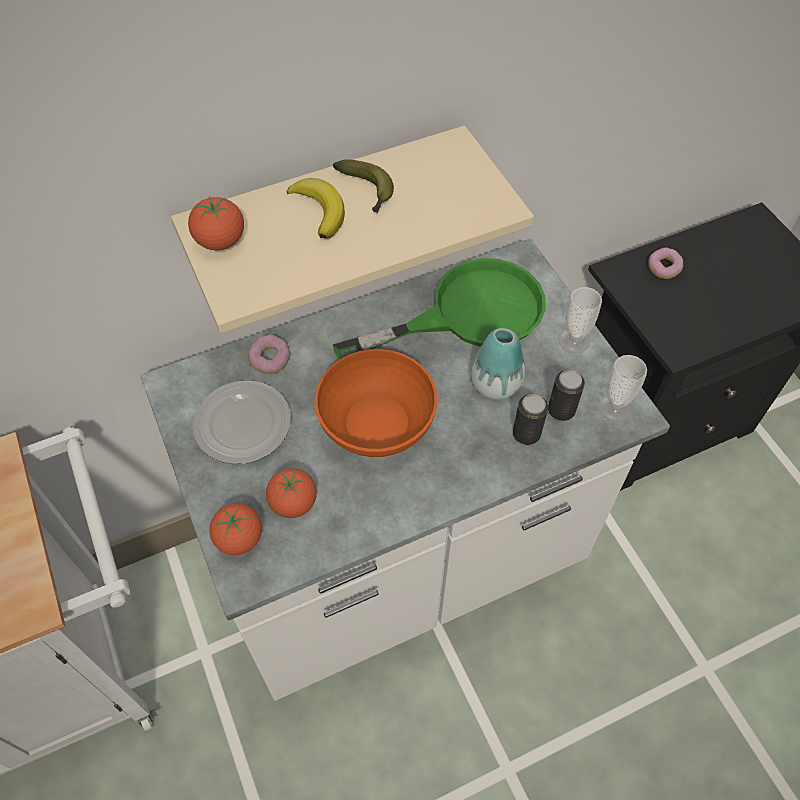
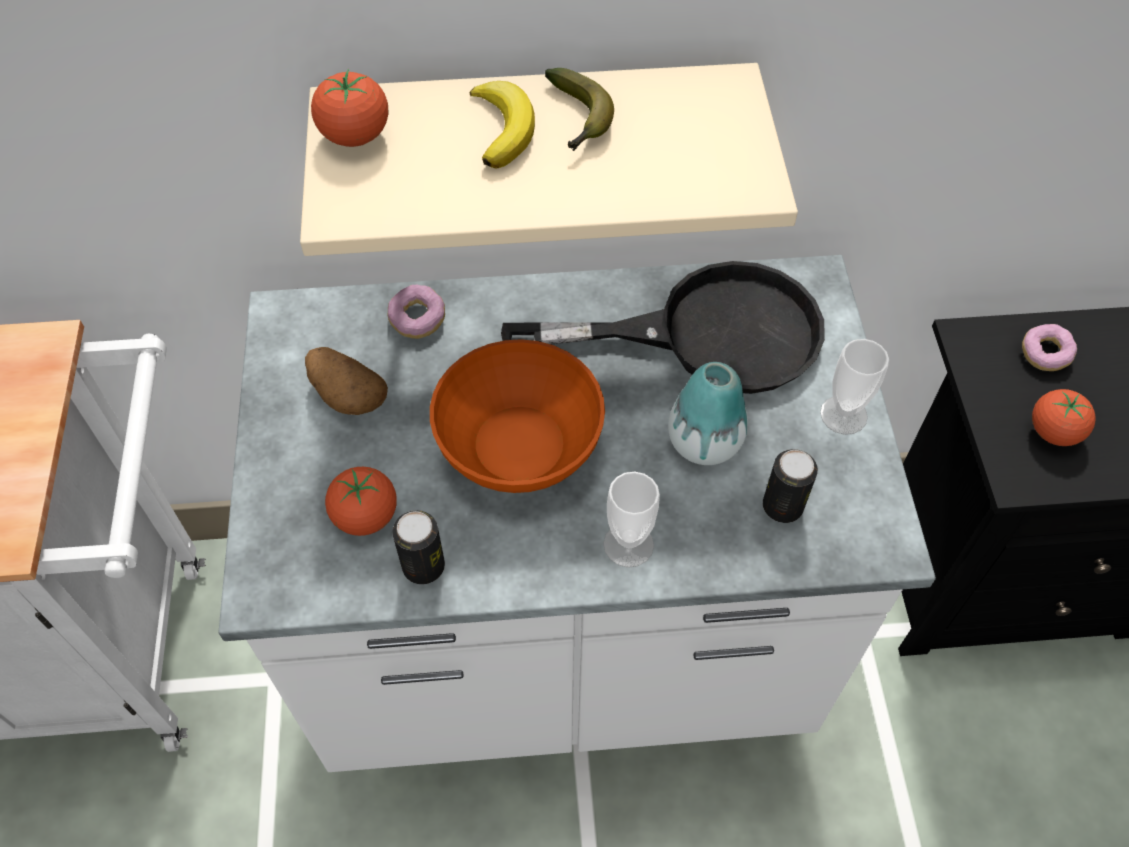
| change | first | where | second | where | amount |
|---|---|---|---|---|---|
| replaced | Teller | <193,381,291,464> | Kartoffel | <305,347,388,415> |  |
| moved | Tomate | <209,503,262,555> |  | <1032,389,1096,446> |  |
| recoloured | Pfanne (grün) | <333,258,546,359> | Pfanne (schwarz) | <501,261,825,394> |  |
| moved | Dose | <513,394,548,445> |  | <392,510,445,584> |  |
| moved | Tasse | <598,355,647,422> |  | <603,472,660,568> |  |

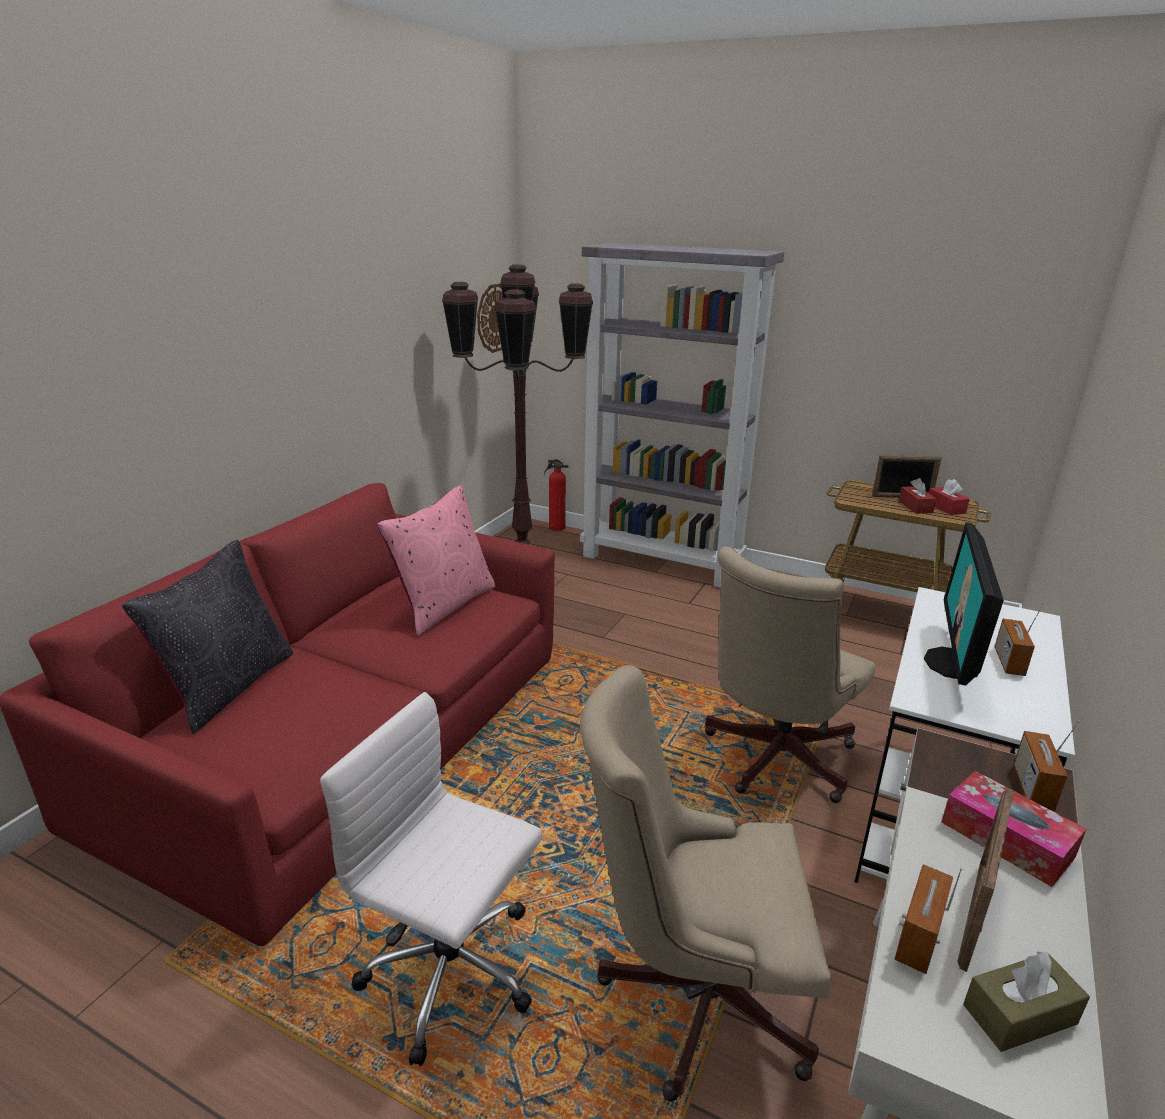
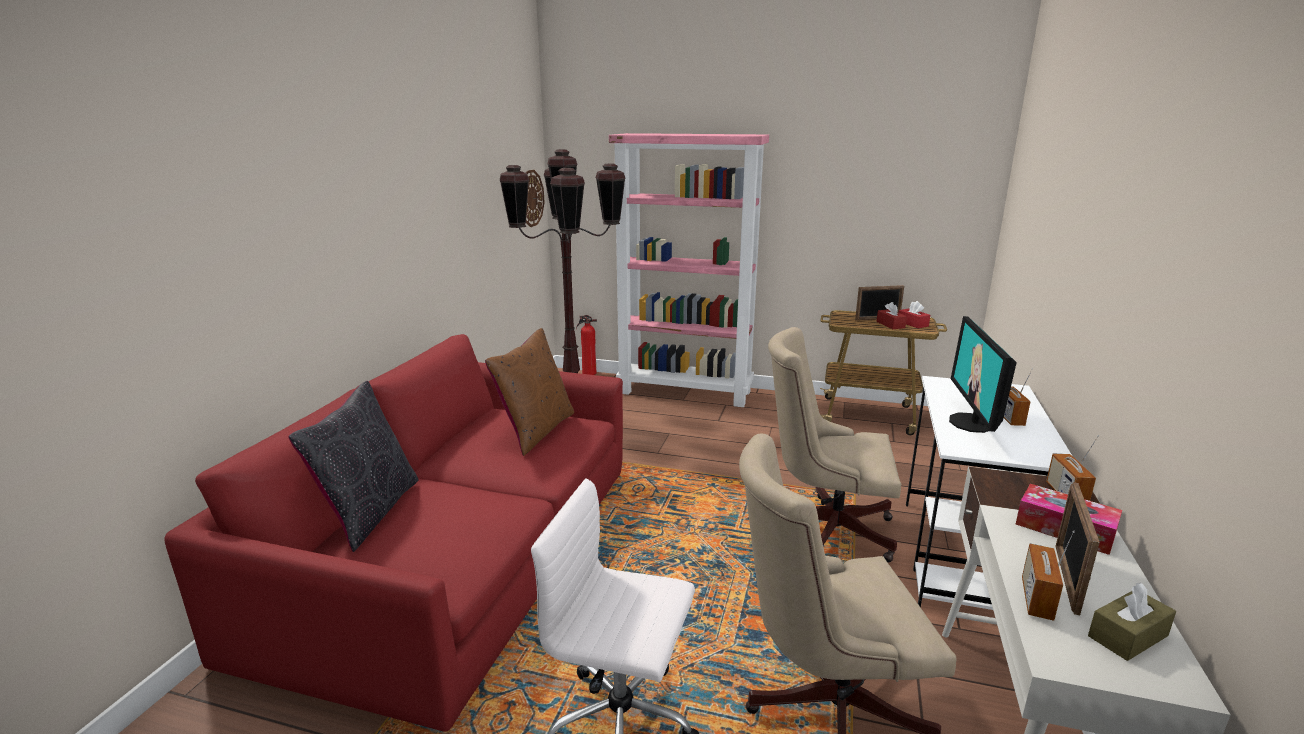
| change | first | where | second | where | amount |
|---|---|---|---|---|---|
| recoloured | Kissen (rosa) | <377,485,496,636> | Kissen (braun) | <485,328,574,456> |  |
| recoloured | Bücherregal (grau) | <580,243,784,588> | Bücherregal (rosa) | <609,133,769,407> |  |
| turned | Bürostuhl (beige) | <705,546,875,803> |  | <768,327,901,562> | 75 degrees clockwise |

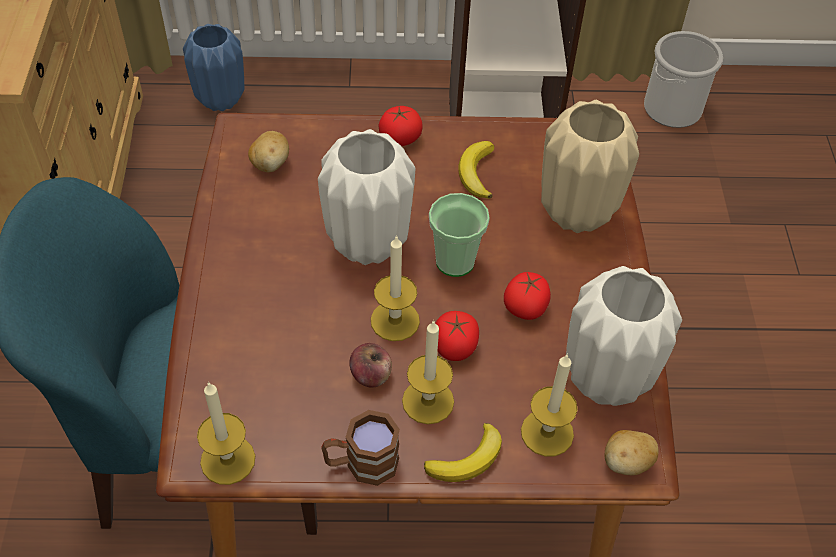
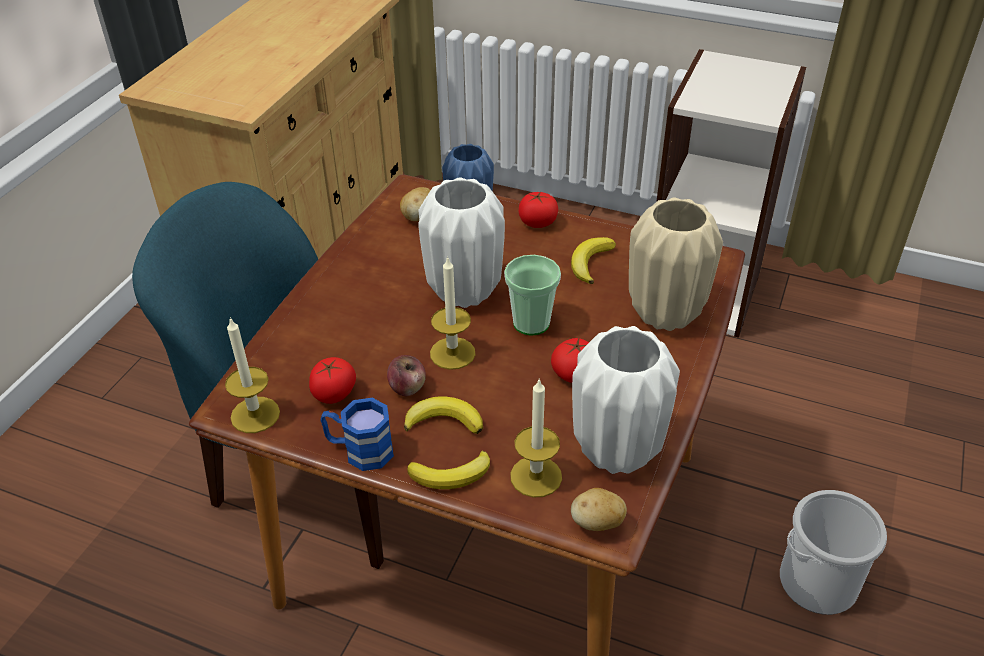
| change | first | where | second | where | amount |
|---|---|---|---|---|---|
| recoloured | Henkelbecher (braun) | <321,410,400,486> | Henkelbecher (blau) | <320,398,394,471> |  |
| replaced | Kerze | <402,320,454,424> | Banane | <404,396,483,434> |  |
| moved | Tomate | <435,311,479,361> |  | <309,357,356,404> |  |
| moved | Eimer | <644,31,723,128> |  | <780,490,887,615> |  |

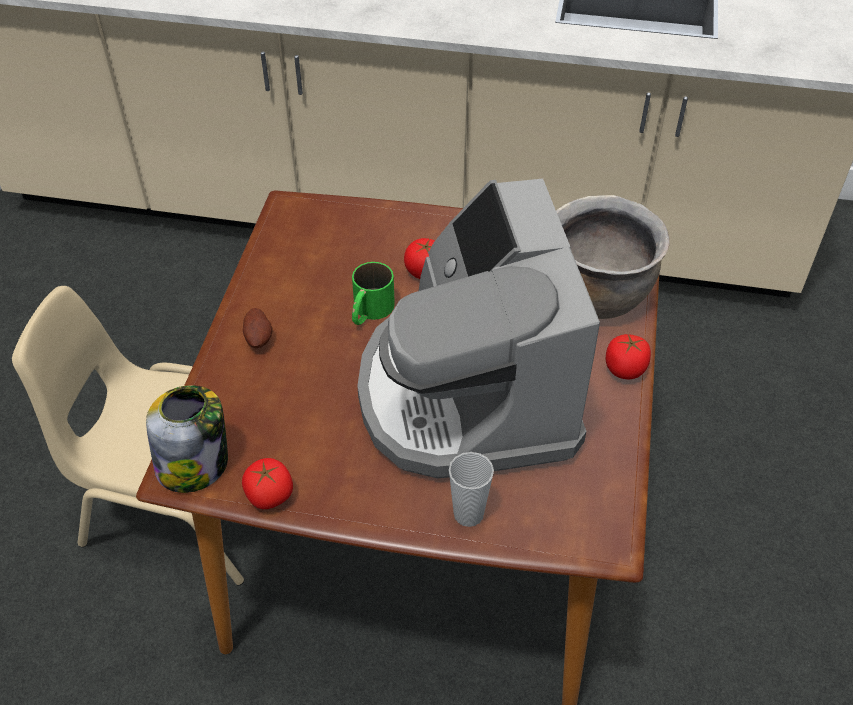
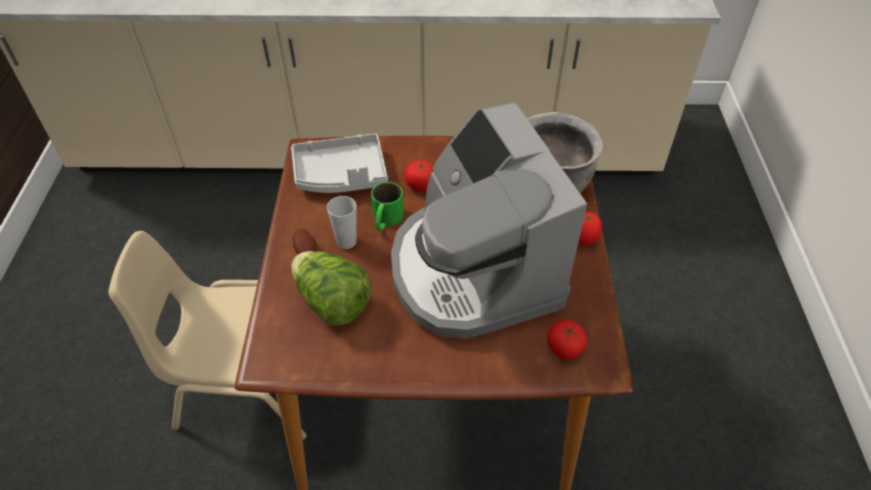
| change | first | where | second | where | amount |
|---|---|---|---|---|---|
| removed | Vorratsglas | <146,385,228,493> |  |  |  |
| moved | Tomate | <242,458,293,509> |  | <547,320,587,359> |  |
| moved | Tasse | <449,452,494,527> |  | <327,196,357,249> |  |
| added |  |  | Tablett (grau) | <291,133,388,193> |  |
| added |  |  | Salatkopf | <291,251,371,326> |  |

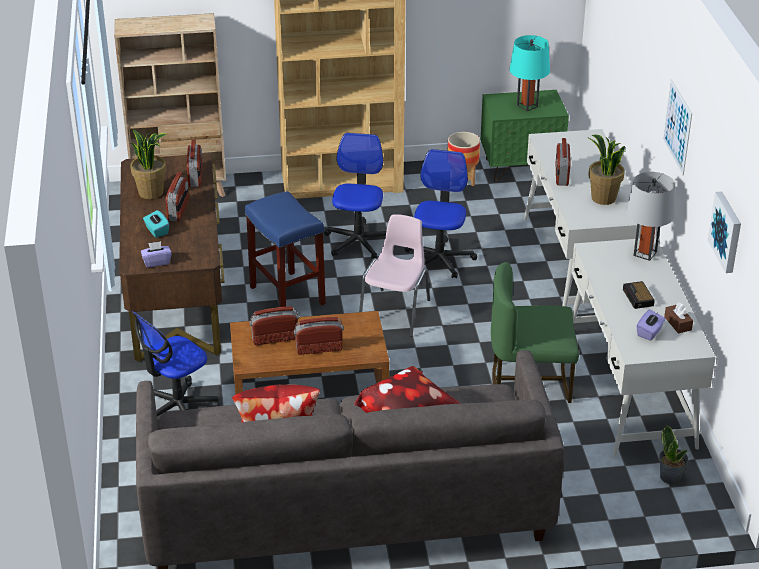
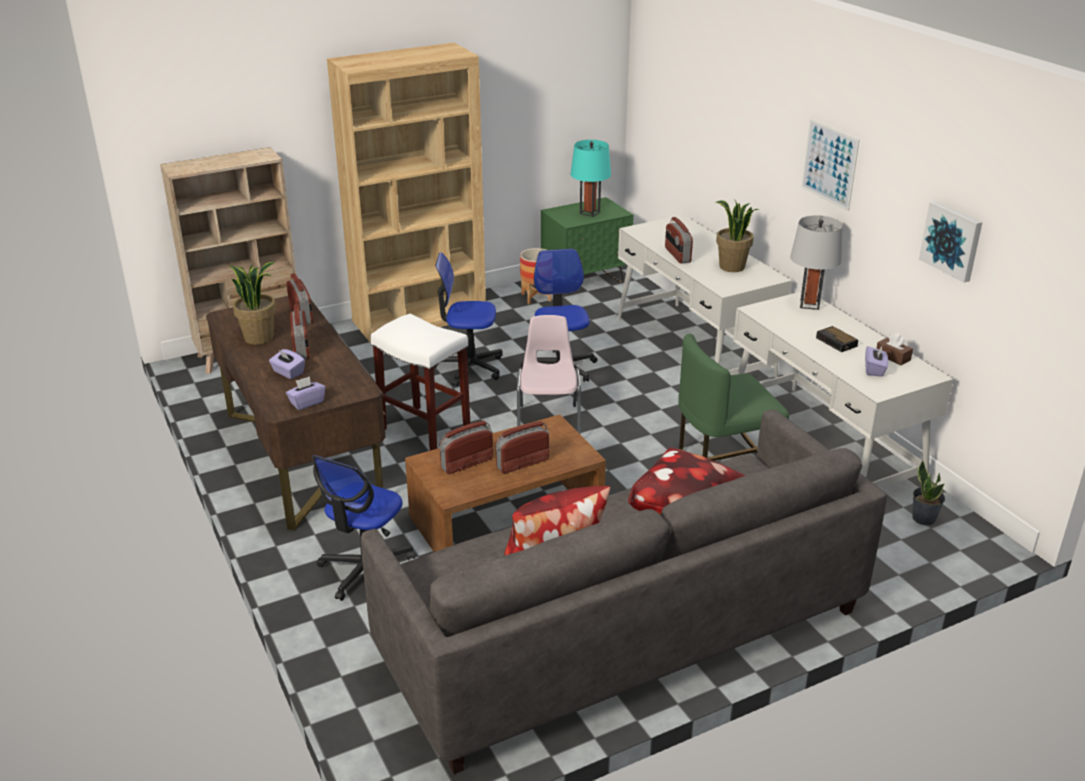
| change | first | where | second | where | amount |
|---|---|---|---|---|---|
| recoloured | Taschentuchbox (türkis) | <143,210,169,238> | Taschentuchbox (lila) | <269,349,305,379> |  |
| recoloured | Hocker (blau) | <245,191,326,307> | Hocker (weiß) | <371,314,470,451> |  |
| turned | Bürostuhl | <324,133,386,259> |  | <434,252,503,386> | 75 degrees counterclockwise |

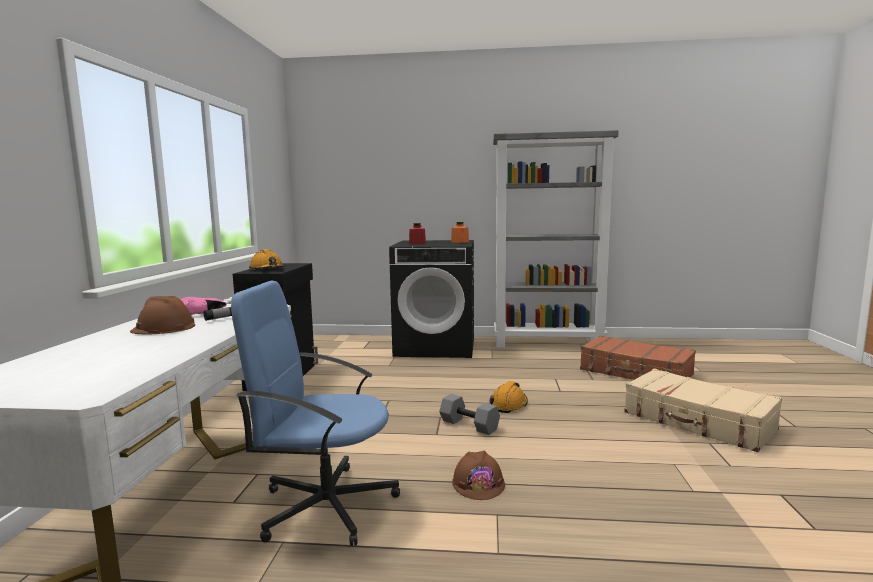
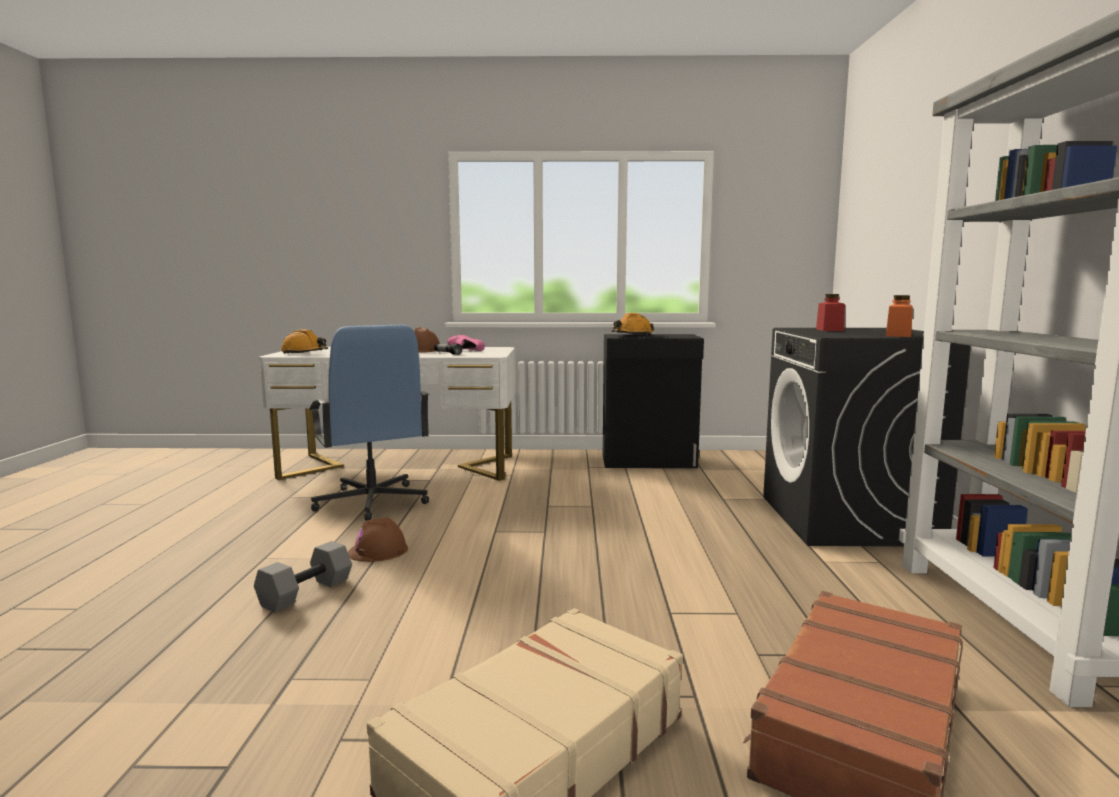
| change | first | where | second | where | amount |
|---|---|---|---|---|---|
| turned | Bürostuhl (blau) | <231,281,400,546> |  | <309,325,429,521> | 150 degrees clockwise |
| moved | Hantel (grau) | <439,394,500,435> |  | <254,541,352,613> |  |
| moved | Schutzhelm (orange) | <489,381,528,413> |  | <281,329,328,354> |  |

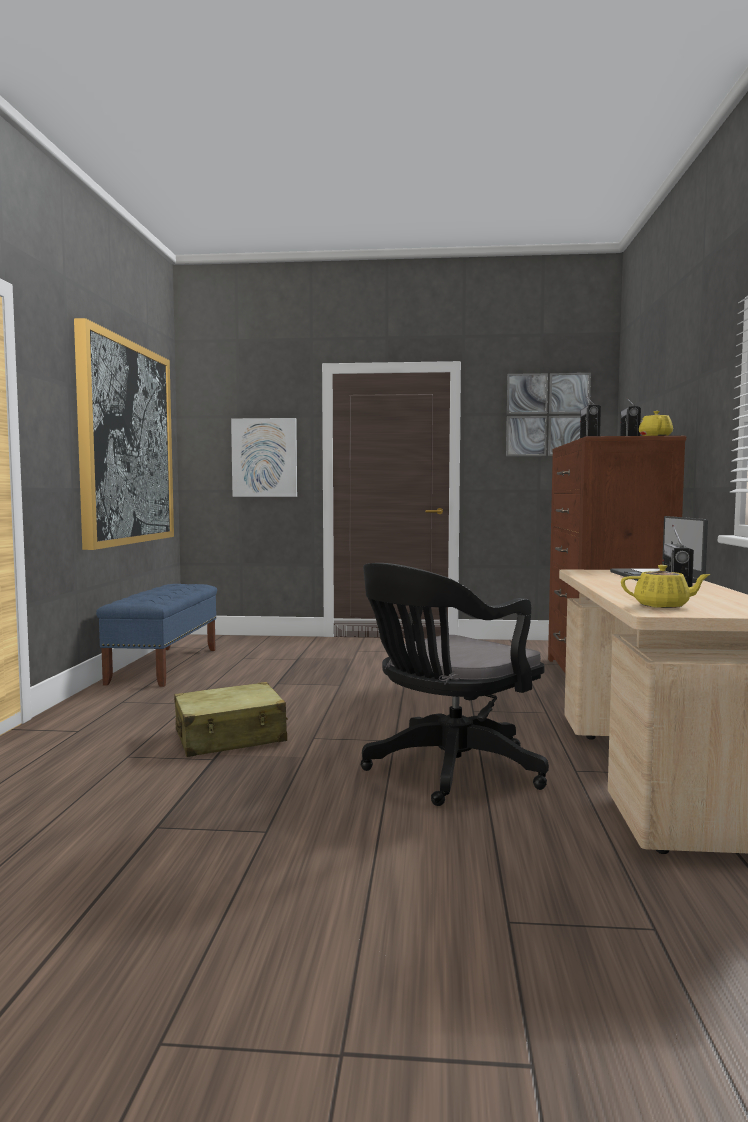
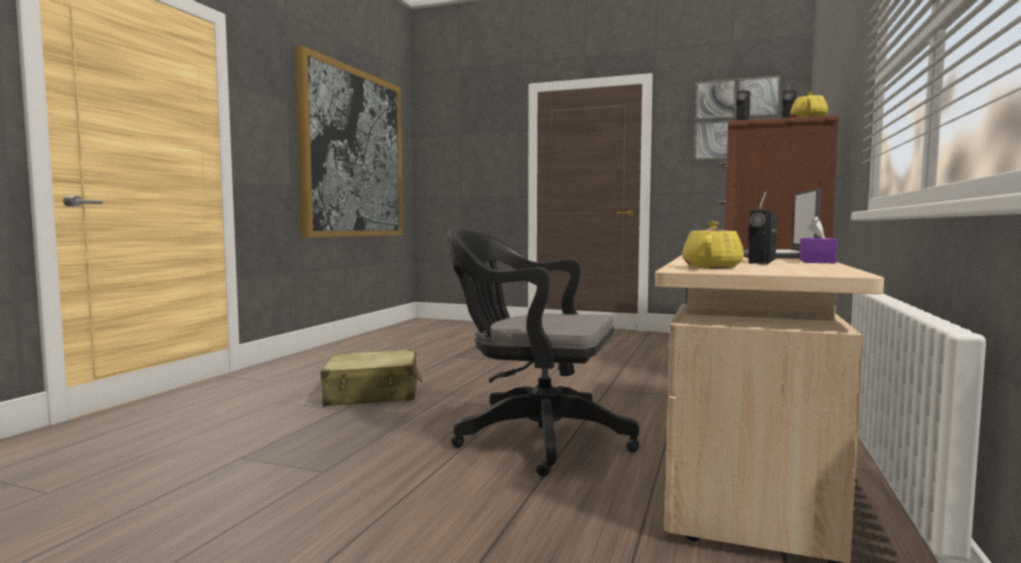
| change | first | where | second | where | amount |
|---|---|---|---|---|---|
| removed | Bank (blau) | <96,584,217,687> |  |  |  |
| removed | Bild | <231,418,297,497> |  |  |  |
| turned | Bürostuhl (schwarz) | <360,563,549,806> |  | <448,228,639,477> | 45 degrees clockwise |
| turned | Teekanne (gelb) | <621,565,711,608> |  | <682,221,744,268> | 90 degrees counterclockwise |
| added |  |  | Taschentuchbox (lila) | <799,216,837,263> |  |

